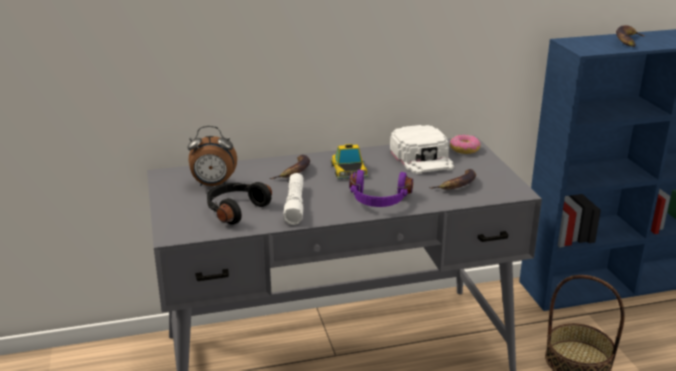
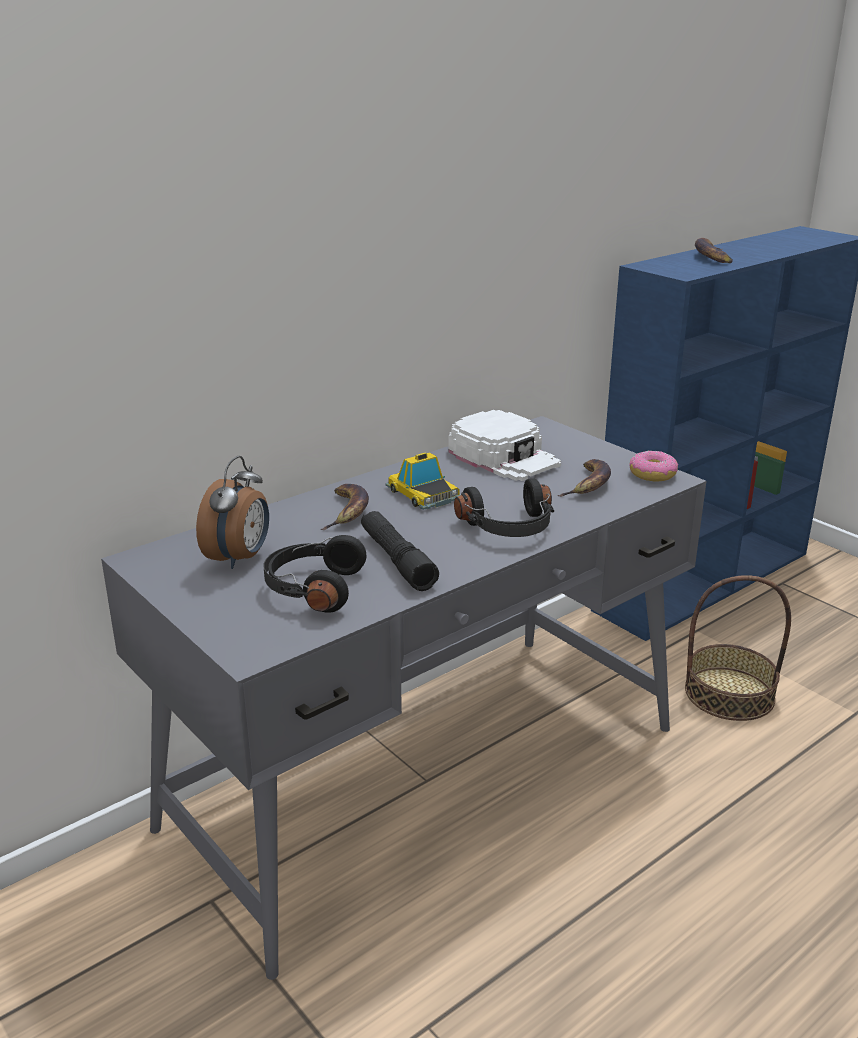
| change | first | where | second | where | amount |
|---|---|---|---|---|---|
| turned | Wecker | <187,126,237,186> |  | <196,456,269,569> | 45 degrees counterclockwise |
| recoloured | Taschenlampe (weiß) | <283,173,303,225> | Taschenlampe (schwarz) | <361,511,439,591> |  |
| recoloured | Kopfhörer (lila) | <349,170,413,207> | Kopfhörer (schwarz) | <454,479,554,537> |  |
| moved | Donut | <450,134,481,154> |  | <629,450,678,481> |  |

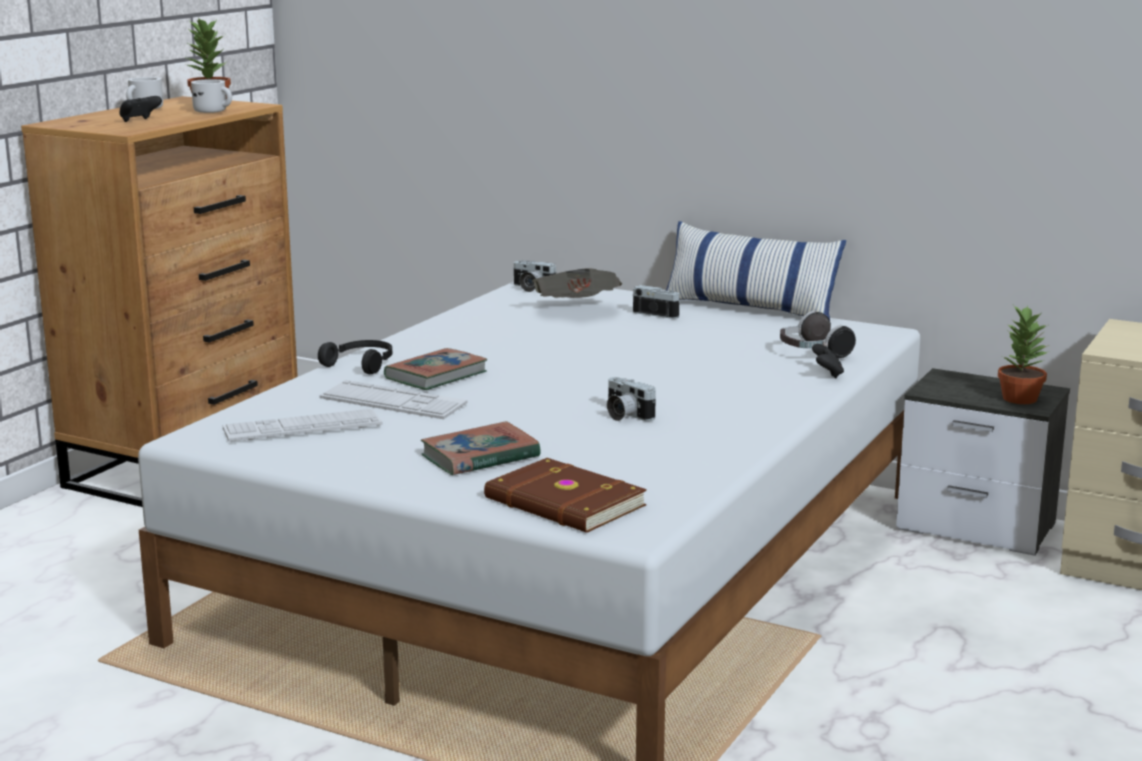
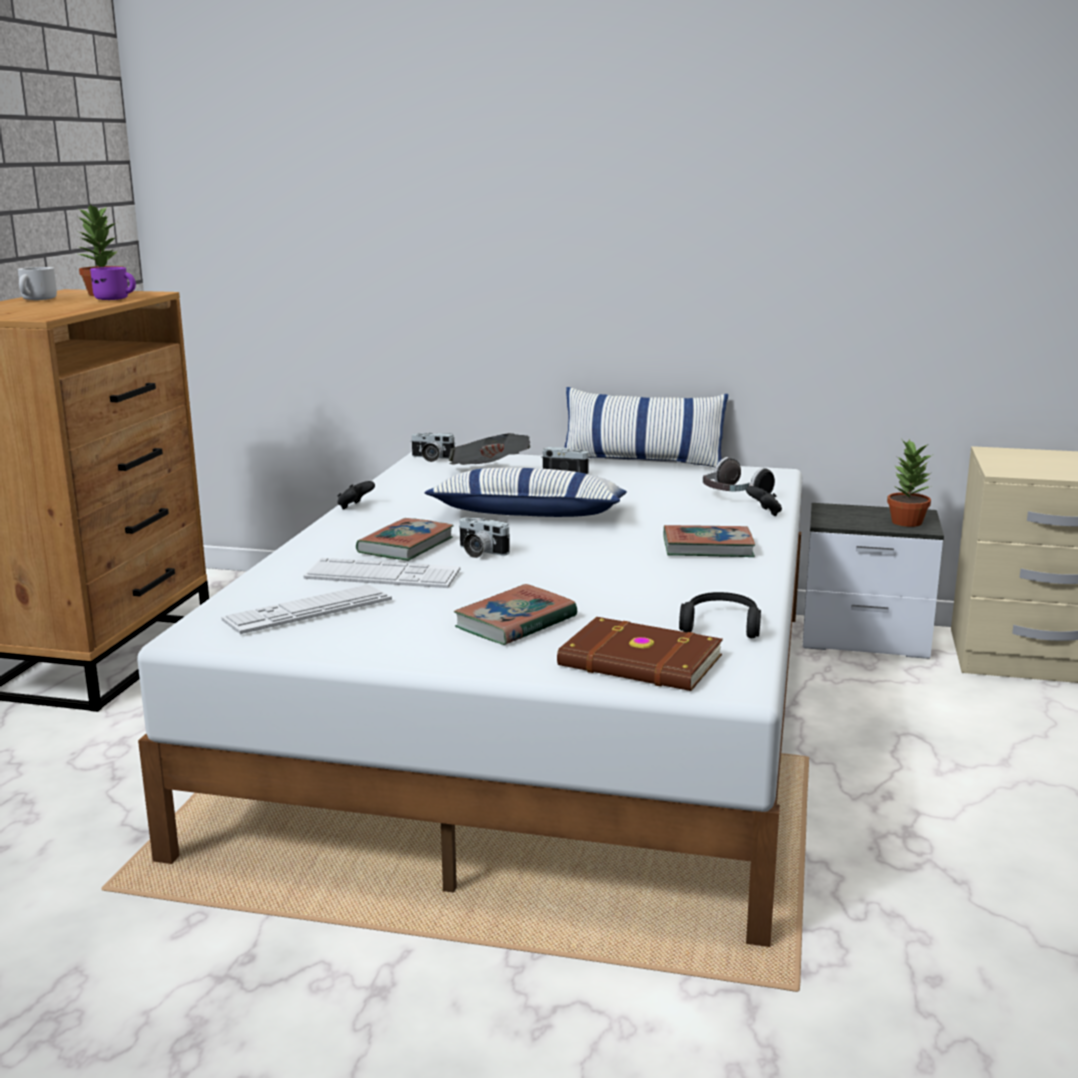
| change | first | where | second | where | amount |
|---|---|---|---|---|---|
| moved | Gamepad (schwarz) | <119,96,162,122> |  | <337,481,375,510> |  |
| recoloured | Henkelbecher (weiß) | <191,80,232,113> | Henkelbecher (lila) | <90,267,136,300> |  |
| moved | Kopfhörer (schwarz) | <318,340,392,374> |  | <679,592,761,638> |  |
| moved | Kamera | <607,377,656,421> |  | <459,518,510,558> |  |
| added |  |  | Kissen | <425,468,627,517> |  |
| added |  |  | Buch | <663,525,755,557> |  |

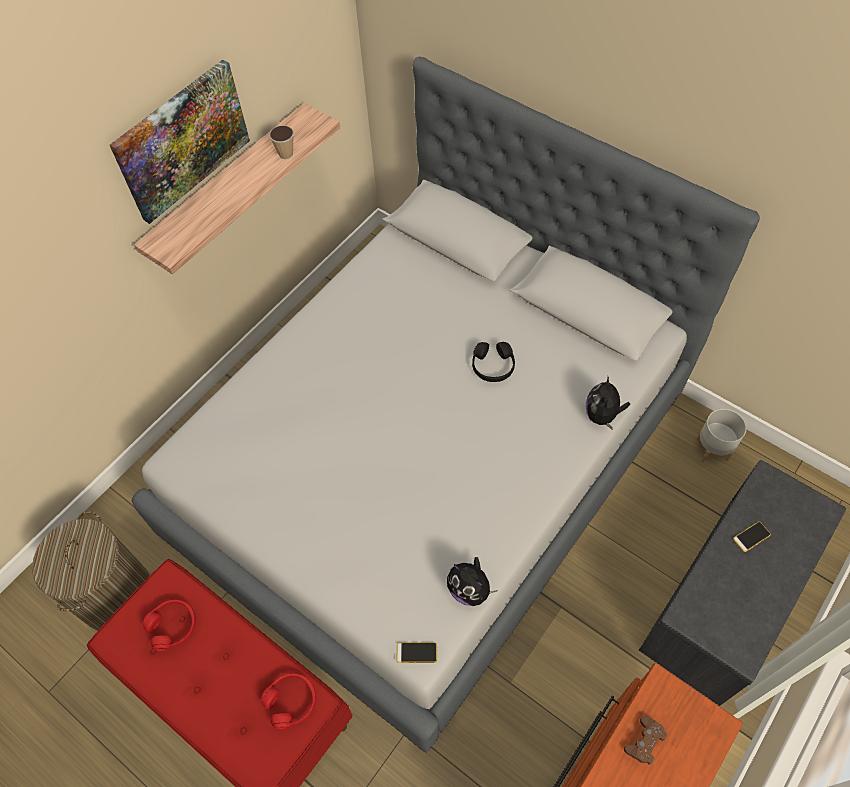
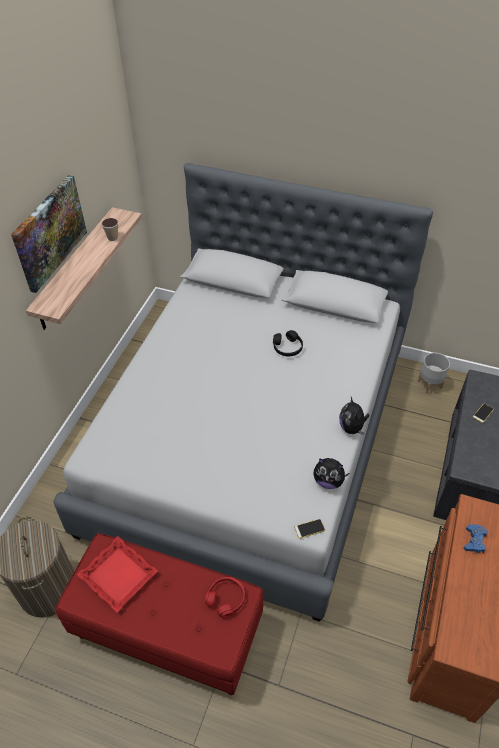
| change | first | where | second | where | amount |
|---|---|---|---|---|---|
| replaced | Kopfhörer (rot) | <143,600,196,651> | Tablett (rot) | <77,536,158,612> |  |
| moved | Plüschtier | <586,377,630,430> |  | <339,397,370,435> |  |
| recoloured | Gamepad (braun) | <624,716,667,765> | Gamepad (blau) | <464,524,487,553> |  |

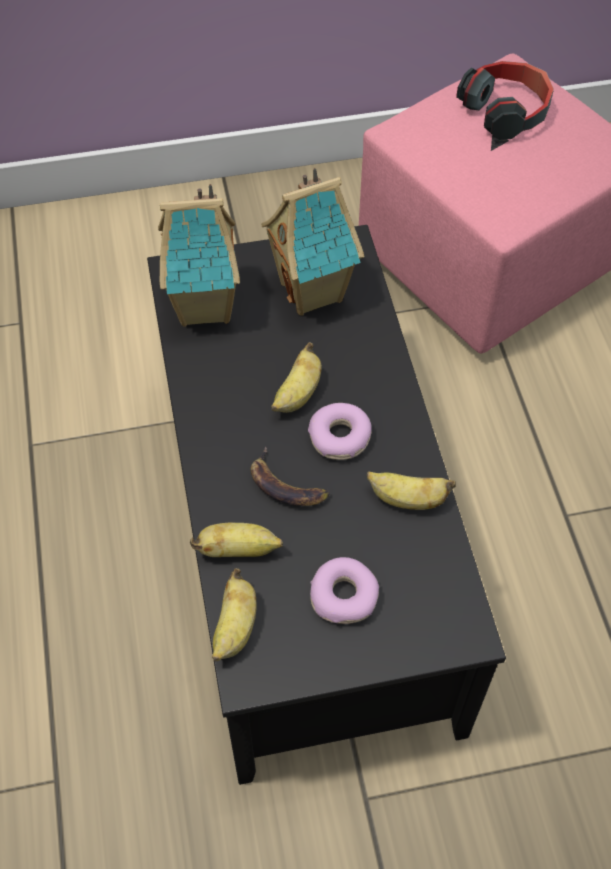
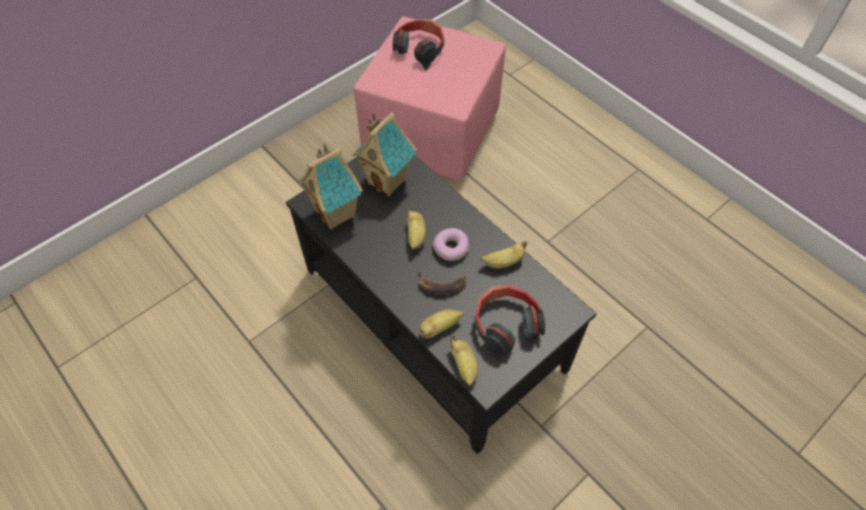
| change | first | where | second | where | amount |
|---|---|---|---|---|---|
| replaced | Donut | <310,557,379,624> | Kopfhörer | <475,285,545,355> |  |

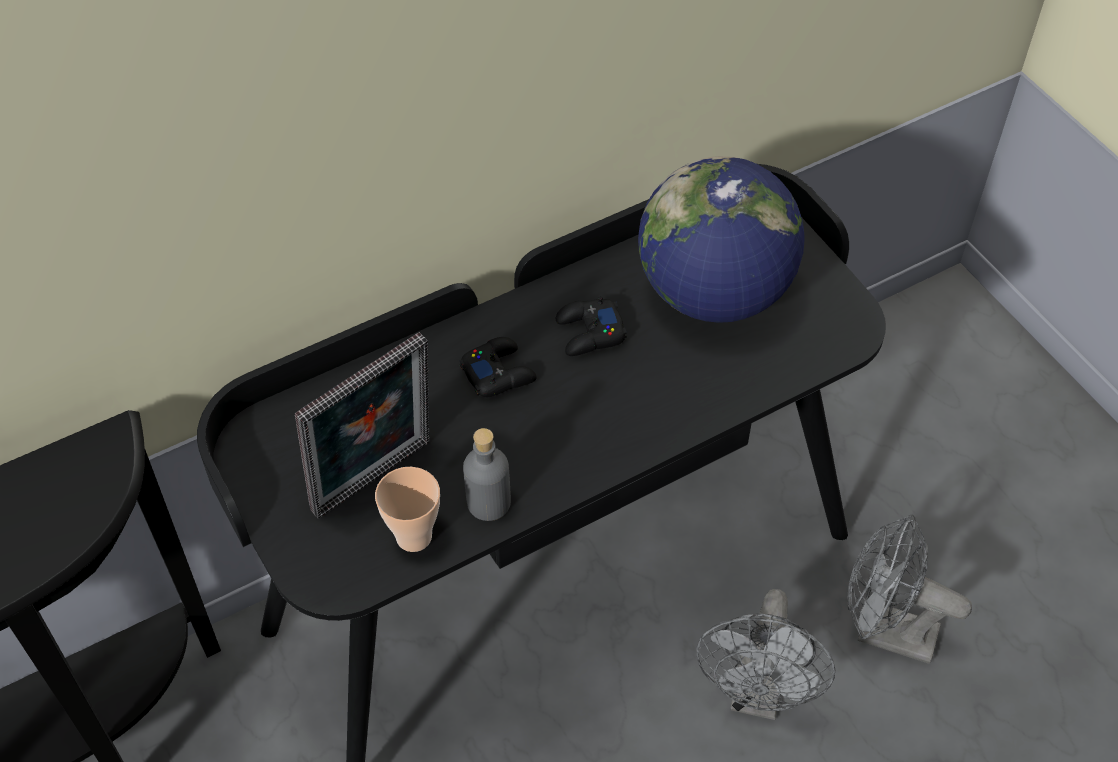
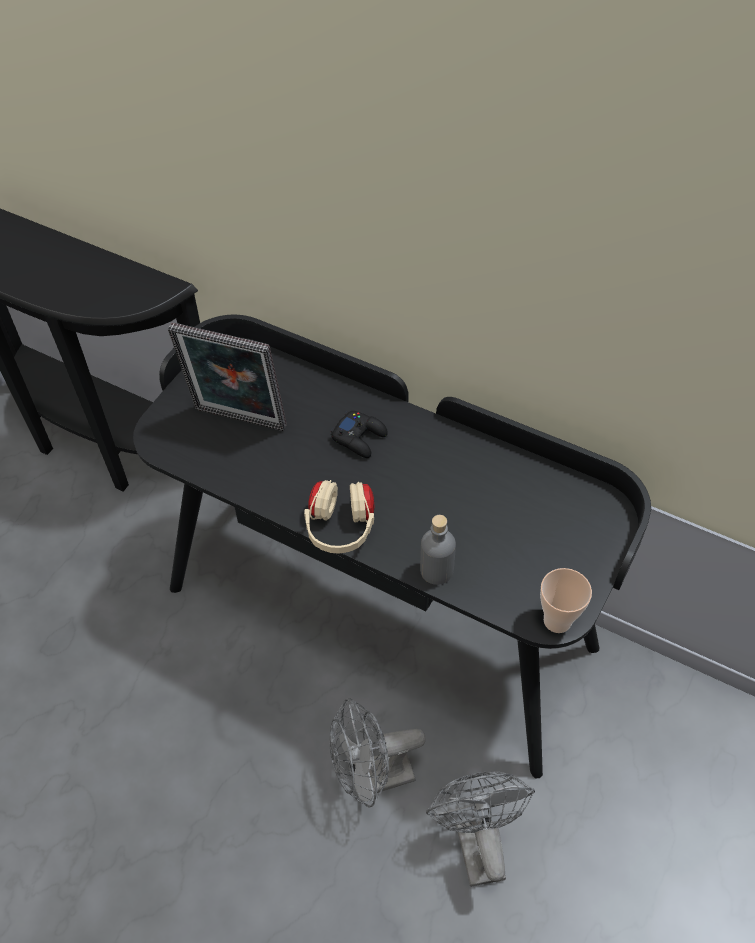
| change | first | where | second | where | amount |
|---|---|---|---|---|---|
| moved | Tasse | <375,467,440,552> |  | <540,568,592,633> |  |
| moved | Flasche (grau) | <463,428,511,521> |  | <420,515,456,585> |  |
| removed | Gamepad (schwarz) | <556,296,627,356> |  |  |  |
| removed | Globus | <638,156,804,323> |  |  |  |
| added |  |  | Kopfhörer (beige) | <304,480,374,554> |  |

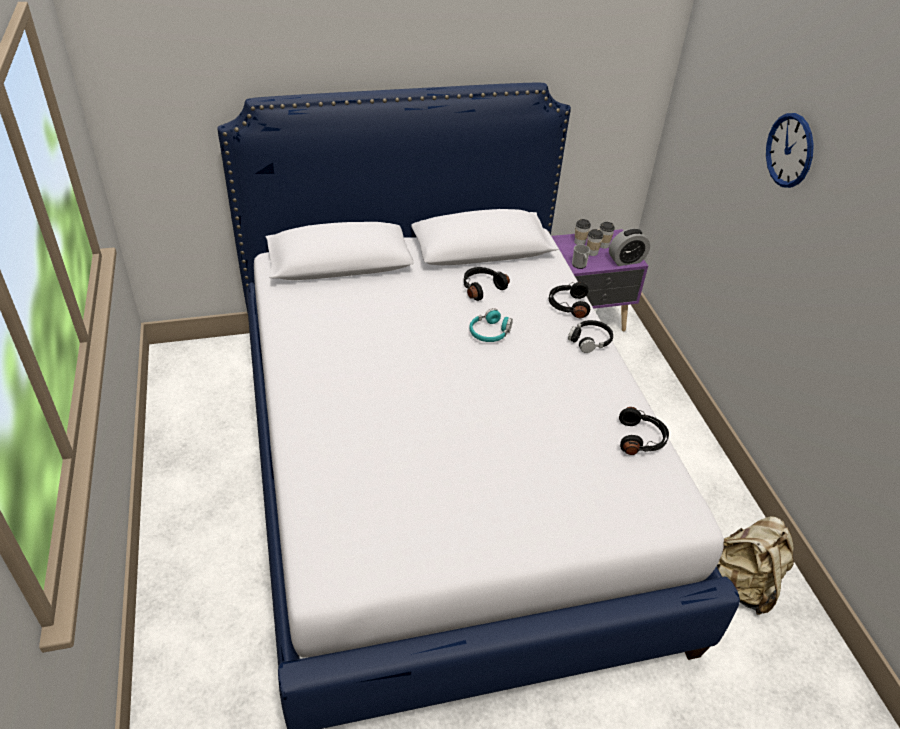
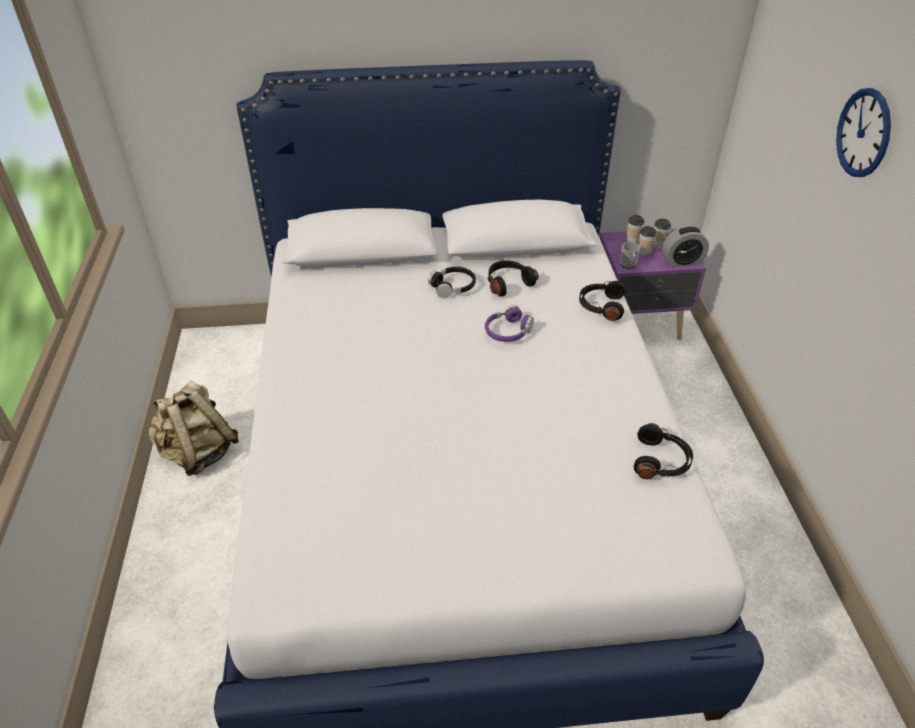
| change | first | where | second | where | amount |
|---|---|---|---|---|---|
| recoloured | Kopfhörer (türkis) | <469,308,513,342> | Kopfhörer (lila) | <485,305,534,342> |  |
| moved | Kopfhörer (schwarz) | <568,320,613,353> |  | <428,267,476,298> |  |
| moved | Rucksack (beige) | <717,516,794,615> |  | <148,381,239,476> |  |

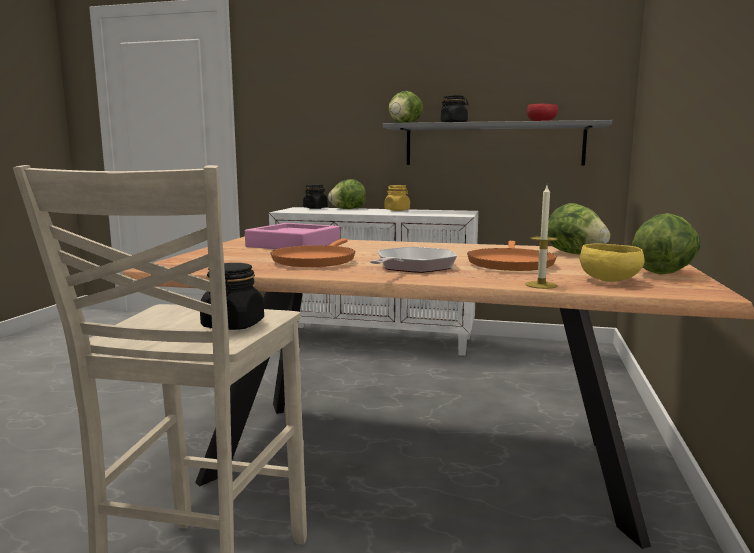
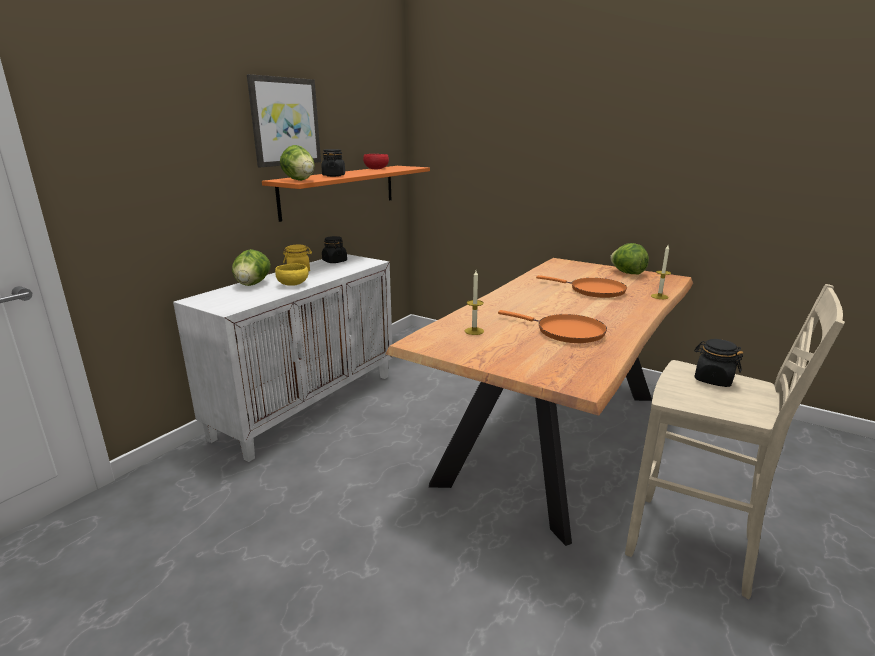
| change | first | where | second | where | amount |
|---|---|---|---|---|---|
| replaced | Tablett (rosa) | <245,223,340,249> | Kerze | <465,271,484,335> |  |
| moved | Vorratsglas (schwarz) | <303,184,328,209> |  | <322,236,347,263> |  |
| removed | Pfanne | <370,247,457,273> |  |  |  |
| recoloured | Wandregal (grau) | <383,120,612,166> | Wandregal (orange) | <262,166,430,222> |  |
| removed | Salatkopf | <548,203,610,254> |  |  |  |
| moved | Schüssel (gelb) | <580,243,645,282> |  | <275,263,309,286> |  |
| added |  |  | Bild | <247,74,321,167> |  |

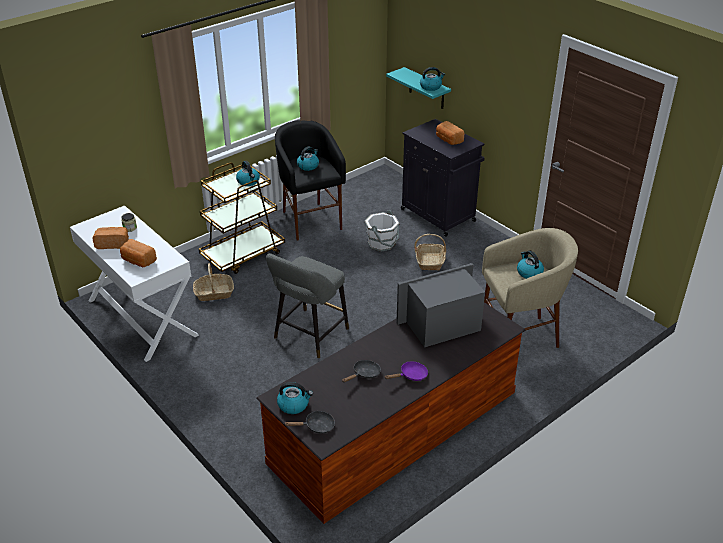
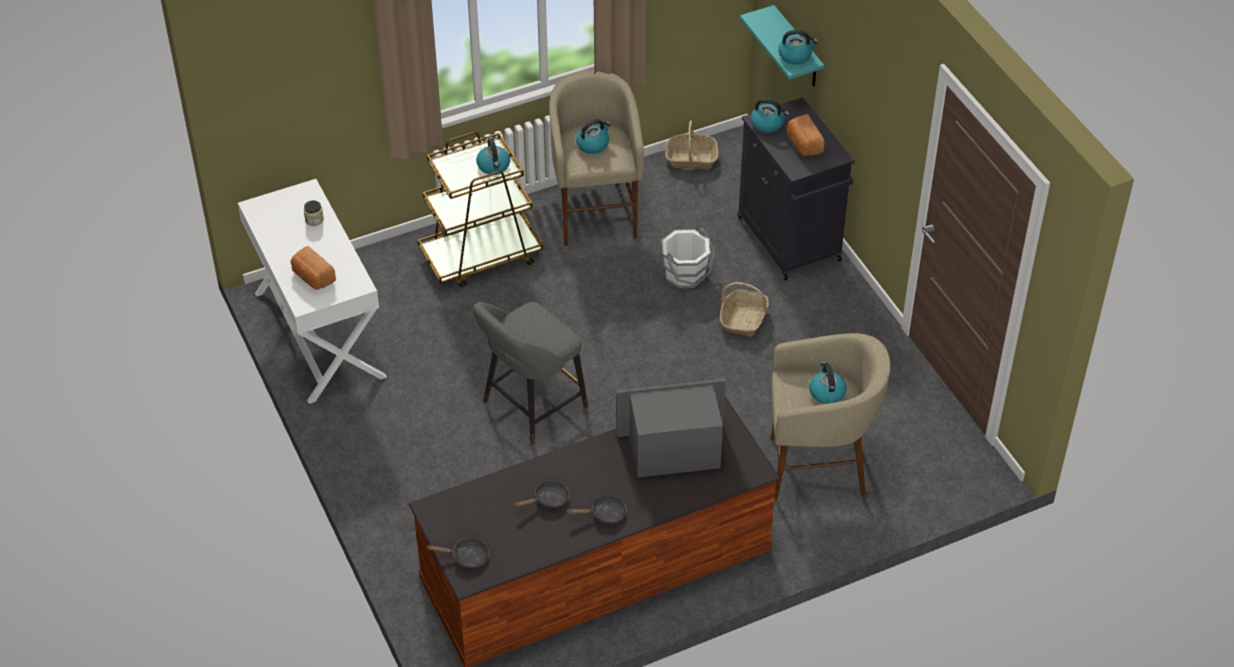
| change | first | where | second | where | amount |
|---|---|---|---|---|---|
| removed | Brot | <92,227,129,249> |  |  |  |
| moved | Korb | <193,263,234,301> |  | <665,120,718,169> |  |
| recoloured | Hocker (schwarz) | <275,120,346,241> | Hocker (beige) | <549,70,644,246> |  |
| moved | Wasserkessel | <277,382,313,414> |  | <751,98,789,133> |  |
| recoloured | Pfanne (lila) | <385,362,428,381> | Pfanne (schwarz) | <567,495,627,524> |  |

